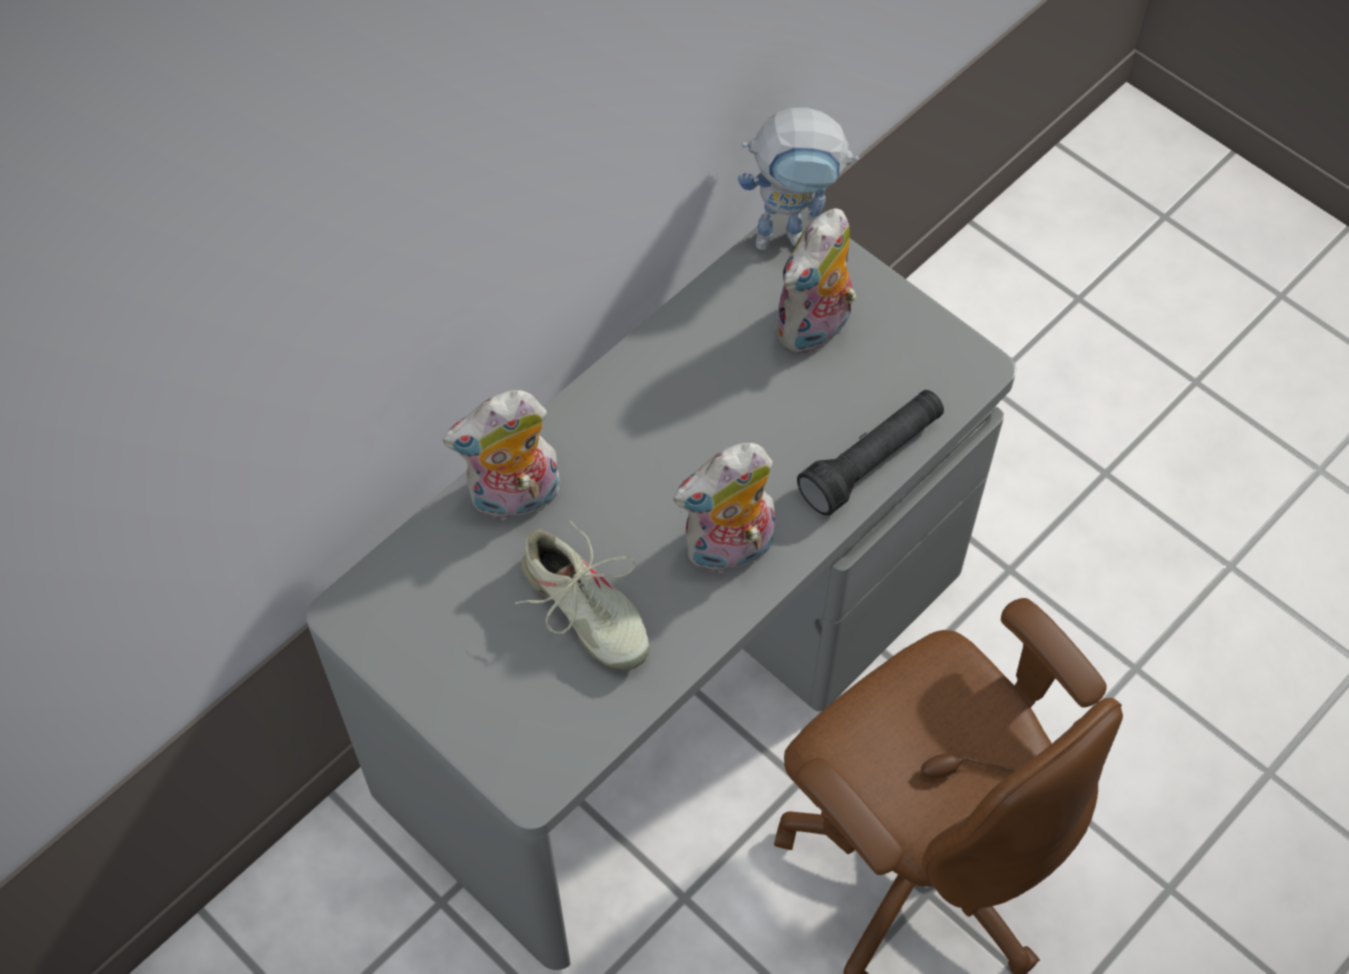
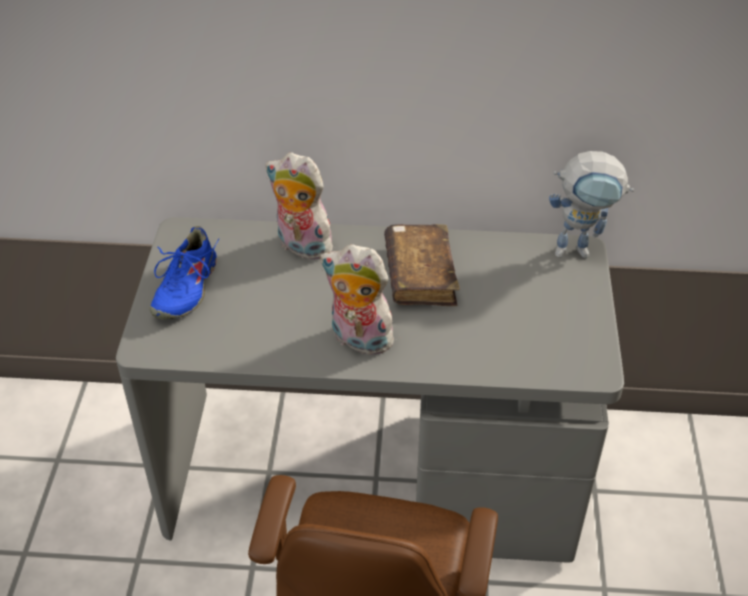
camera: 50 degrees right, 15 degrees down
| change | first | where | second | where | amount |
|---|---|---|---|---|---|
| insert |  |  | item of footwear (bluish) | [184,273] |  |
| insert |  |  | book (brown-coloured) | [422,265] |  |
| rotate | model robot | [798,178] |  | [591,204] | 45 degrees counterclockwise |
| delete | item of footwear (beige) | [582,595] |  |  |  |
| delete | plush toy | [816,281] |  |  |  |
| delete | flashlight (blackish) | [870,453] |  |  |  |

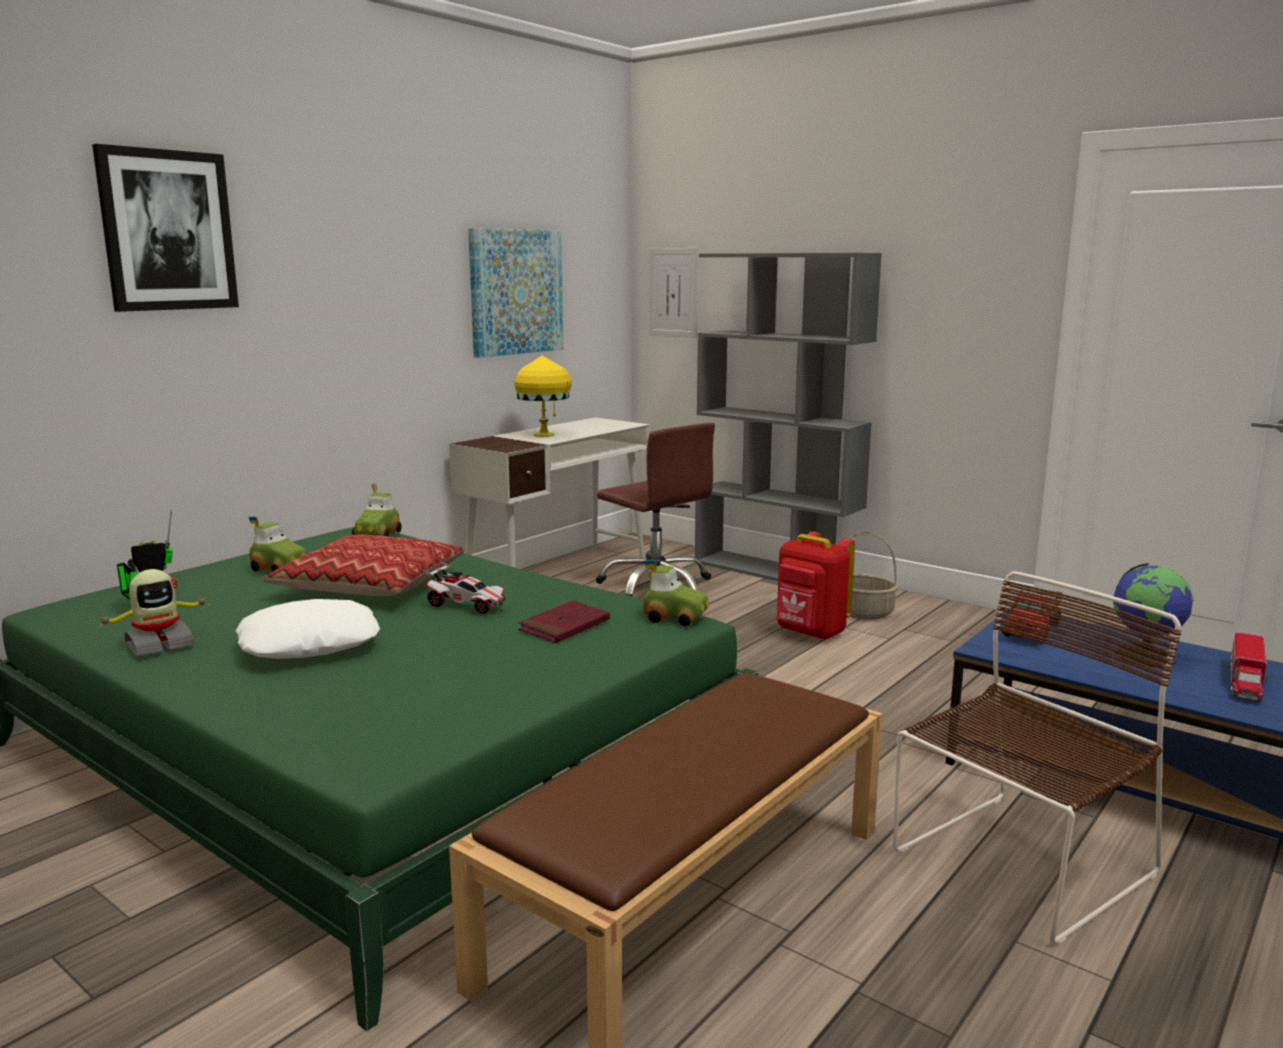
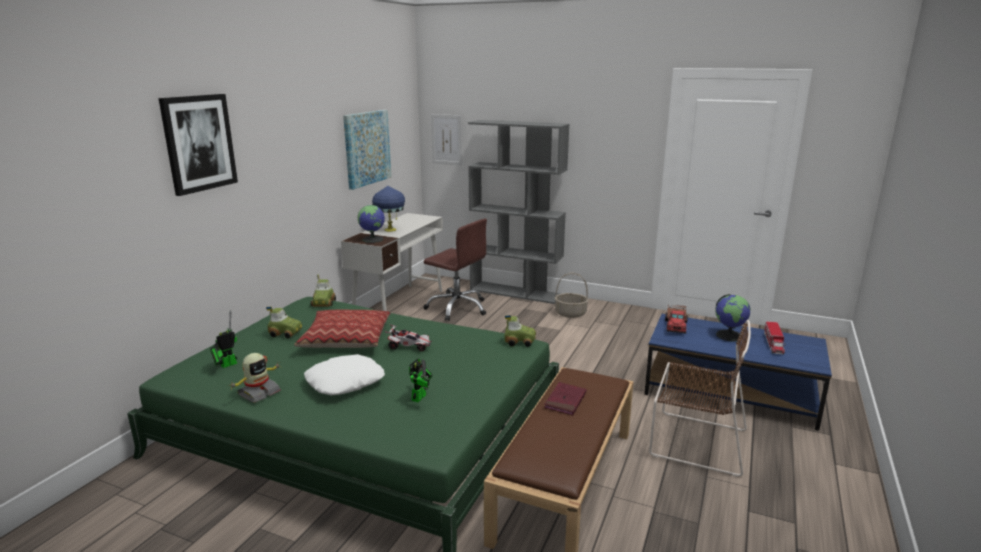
camera: 15 degrees left, 5 degrees up
| change | first | where | second | where | amount |
|---|---|---|---|---|---|
| insert |  |  | globe | [371,223] |  |
| recolor | lamp for a table (yellowish) | [543,396] | lamp for a table (bluish) | [388,209] |  |
| insert |  |  | model robot | [421,380] |  |
| move | book (red) | [564,621] |  | [565,398] |  |
| rotate | chair (brown-coloured) | [1037,758] |  | [700,398] | 75 degrees clockwise |
| delete | knapsack (red) | [815,585] |  |  |  |

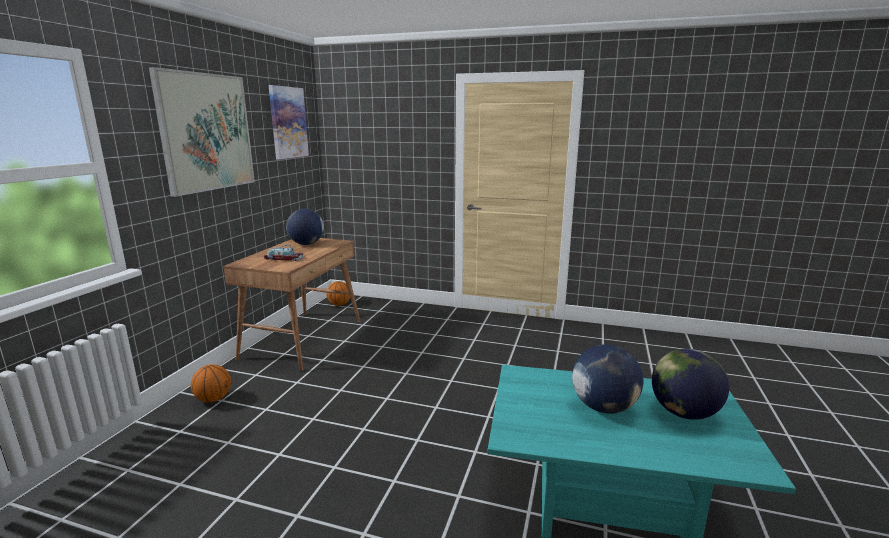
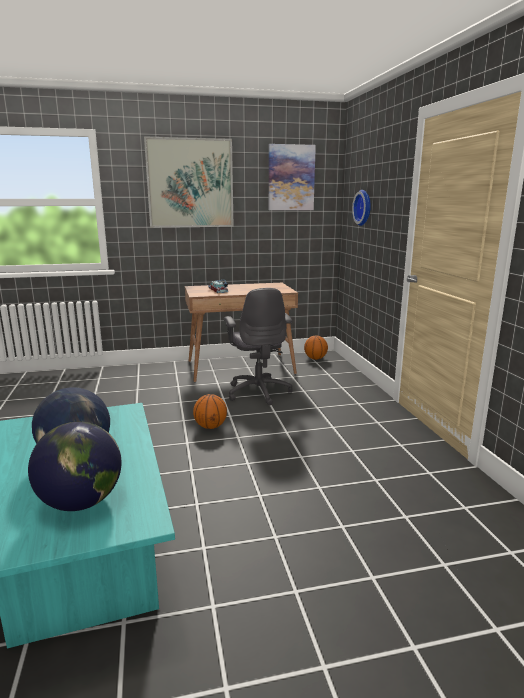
camera: 60 degrees right, 0 degrees up
| change | first | where | second | where | amount |
|---|---|---|---|---|---|
| move | basketball | [211,383] |  | [210,411] |  |
| insert |  |  | computer chair (greyish) | [258,346] |  |
| insert |  |  | hanging clock | [361,208] |  |
| delete | globe | [305,227] |  |  |  |

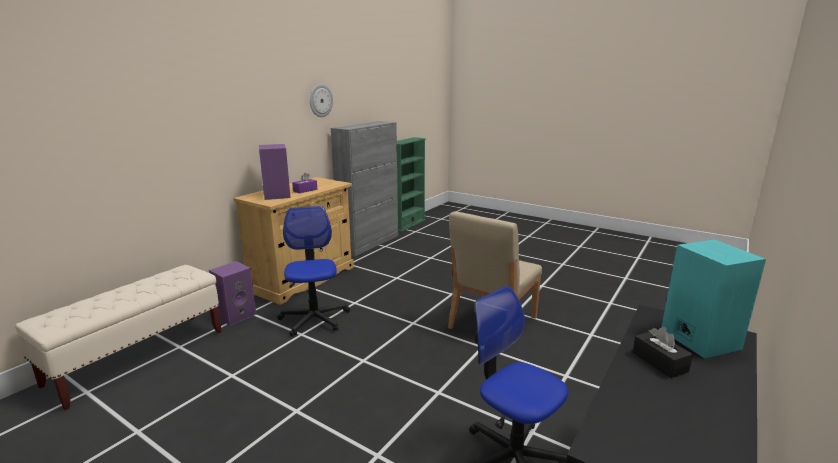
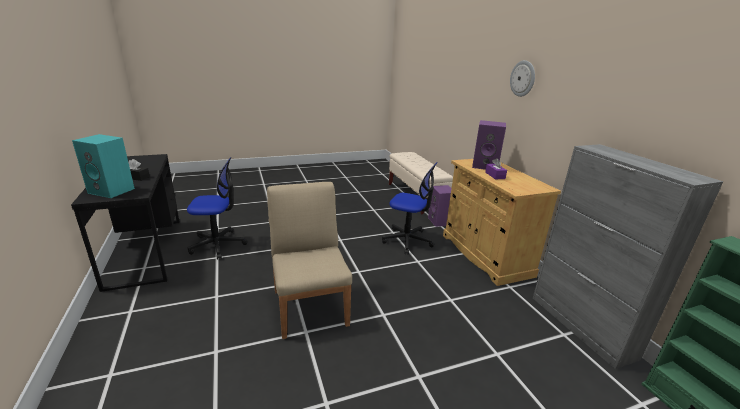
camera: 125 degrees right, 5 degrees up
| change | first | where | second | where | amount |
|---|---|---|---|---|---|
| move | hanging clock | [321,100] |  | [522,78] |  |

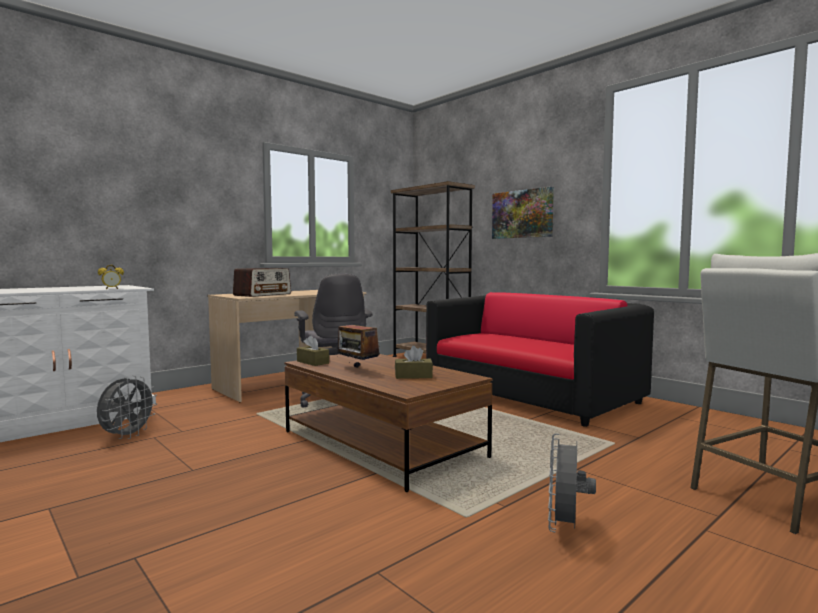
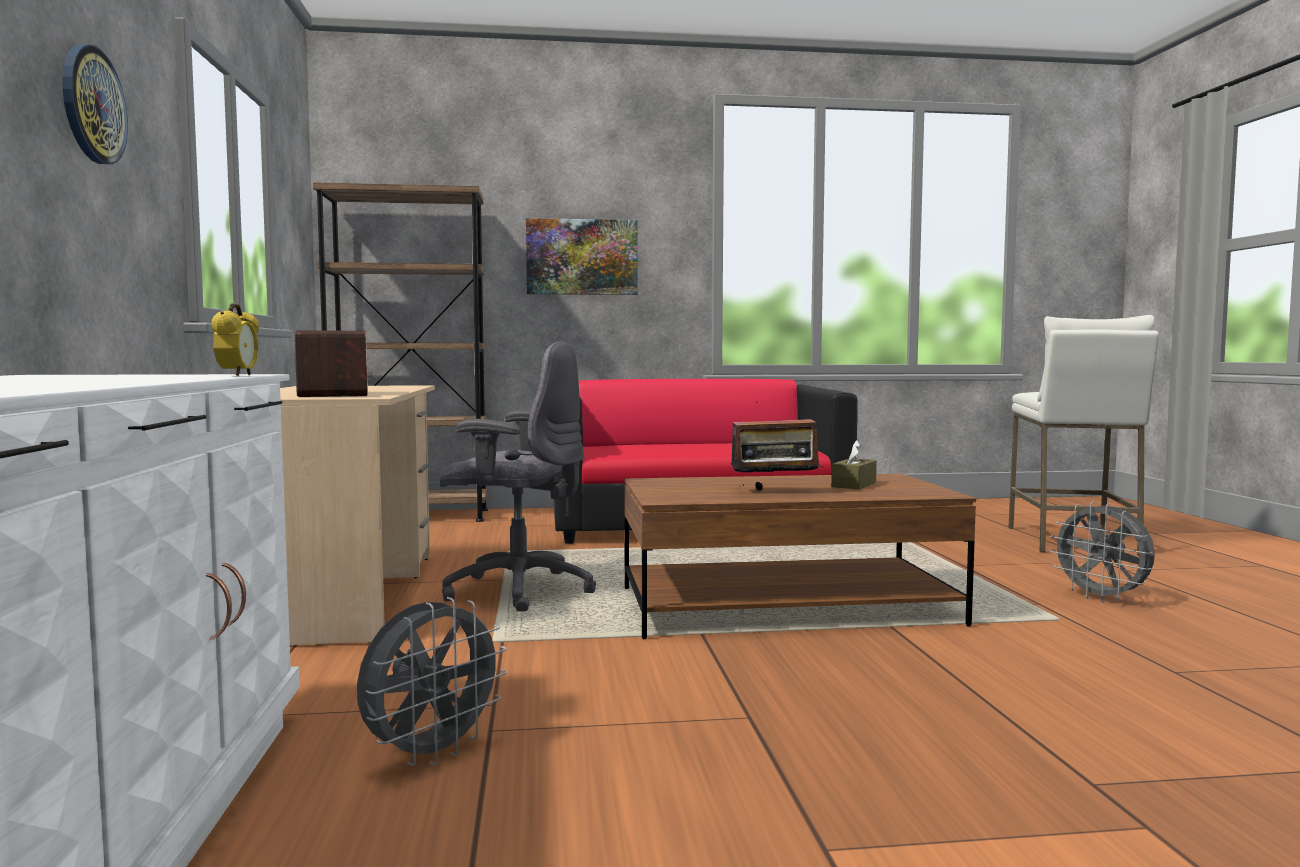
camera: 55 degrees left, 0 degrees up
| change | first | where | second | where | amount |
|---|---|---|---|---|---|
| insert |  |  | hanging clock | [95,104] |  |
| rotate | fan (greyish) | [127,407] |  | [432,681] | 75 degrees clockwise |
| delete | tissue holder (brown-coloured) | [313,350] |  |  |  |

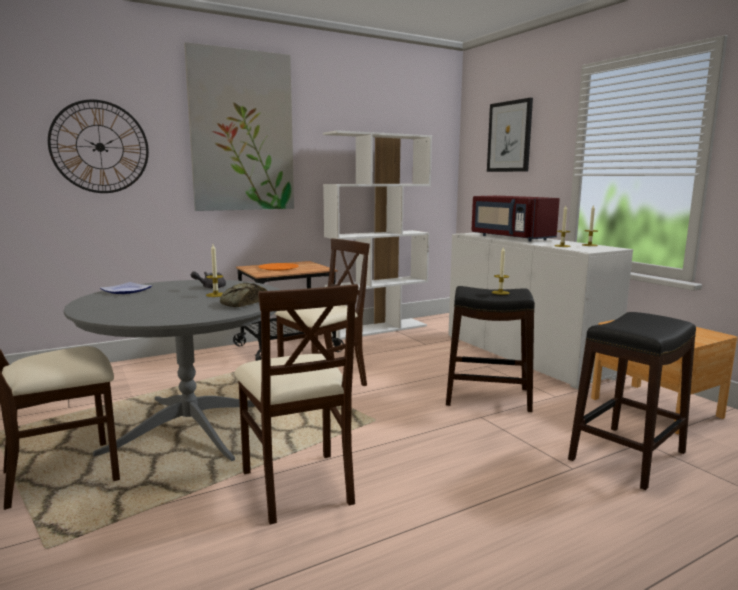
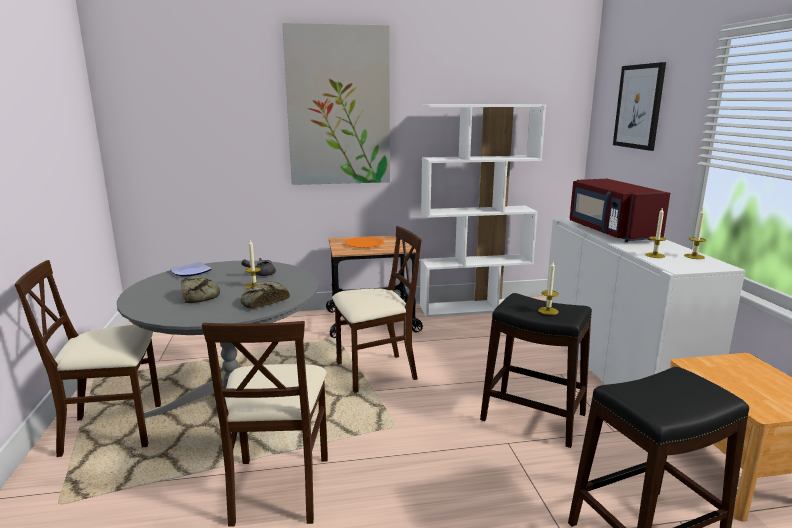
camera: 20 degrees right, 5 degrees up
| change | first | where | second | where | amount |
|---|---|---|---|---|---|
| insert |  |  | bakery bread | [200,290] |  |
| delete | hanging clock | [98,146] |  |  |  |

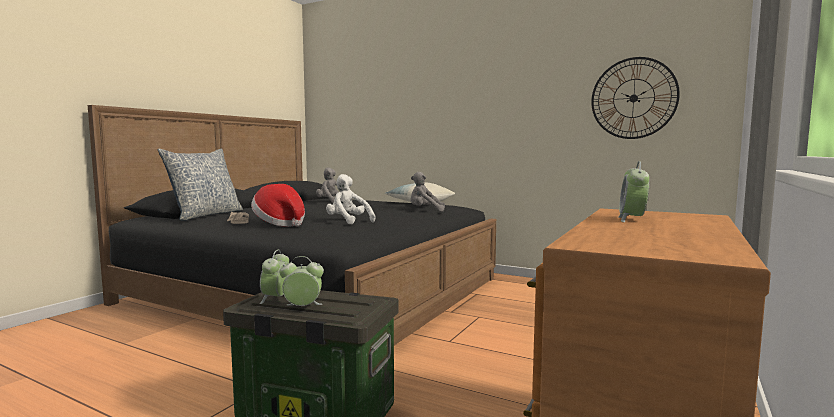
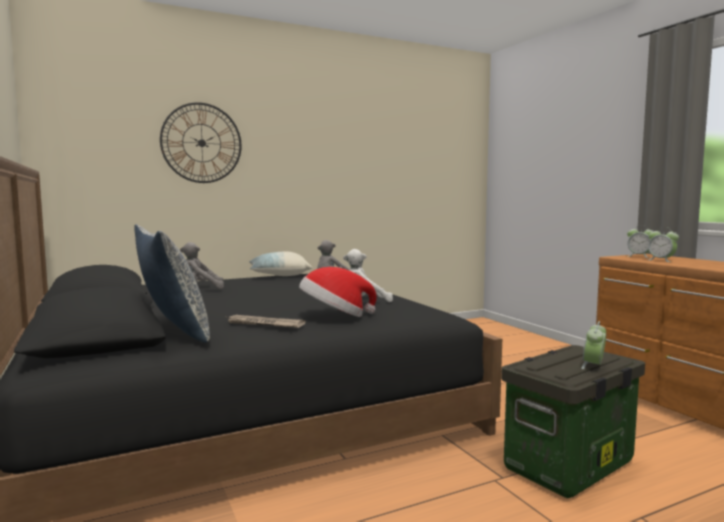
camera: 55 degrees left, 0 degrees up
| change | first | where | second | where | amount |
|---|---|---|---|---|---|
| move | hanging clock | [635,98] |  | [200,142] |  |
| move | table clock | [274,277] |  | [640,241] |  |

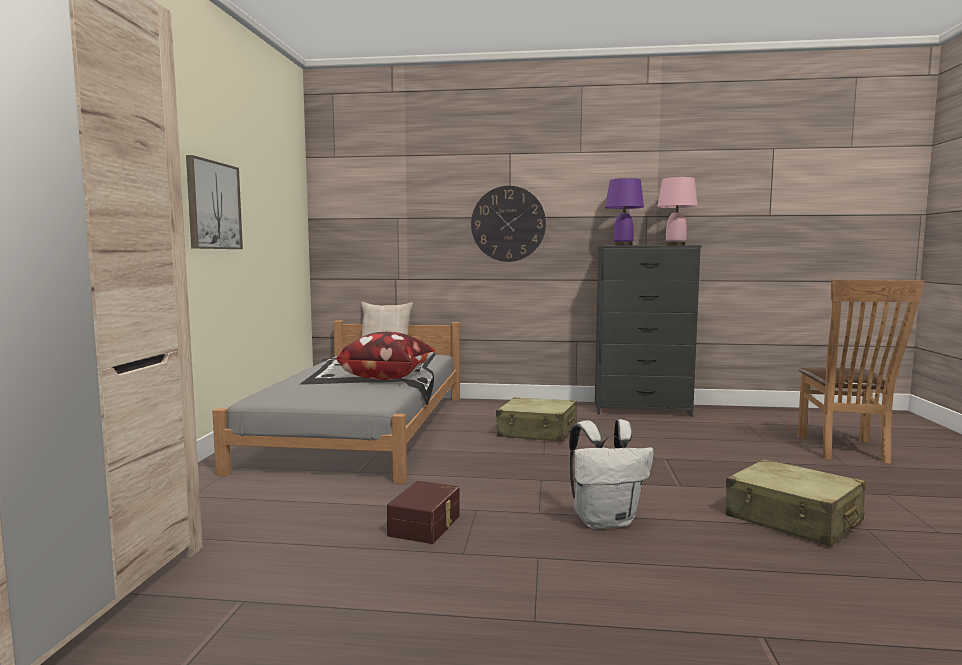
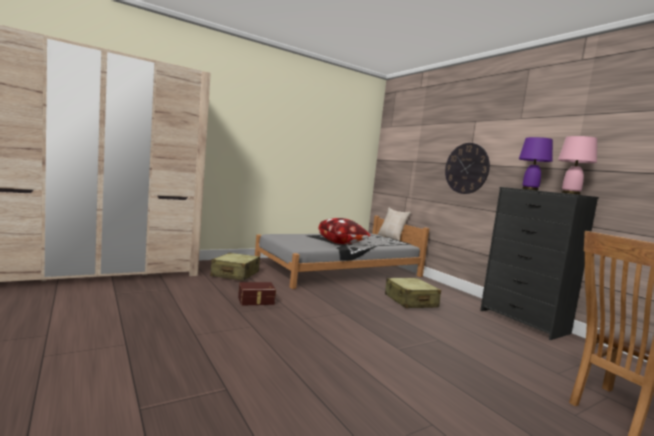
camera: 50 degrees right, 0 degrees up
| change | first | where | second | where | amount |
|---|---|---|---|---|---|
| move | travel case (beige) | [796,502] |  | [235,267] |  |
| delete | wall art | [214,202] |  |  |  |
| delete | knapsack (whitish) | [611,474] |  |  |  |

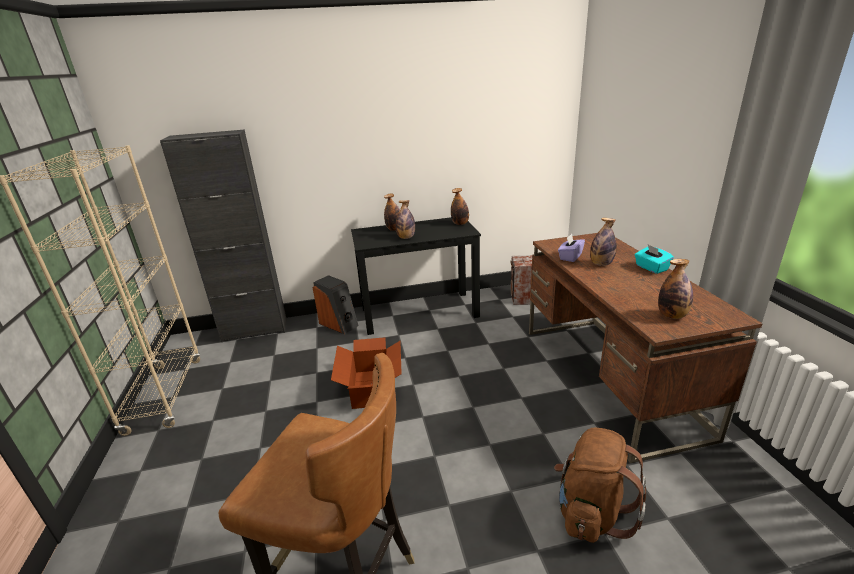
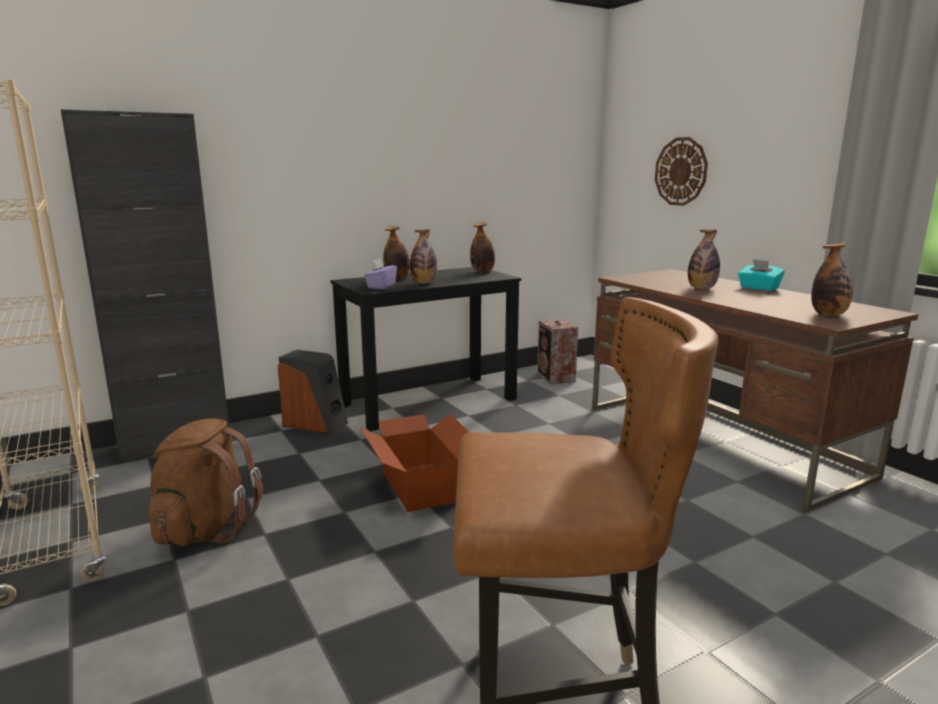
camera: 20 degrees left, 10 degrees down
| change | first | where | second | where | amount |
|---|---|---|---|---|---|
| move | knapsack (brown-coloured) | [600,485] |  | [205,482] |  |
| move | tissue holder (purple-coloured) | [571,248] |  | [380,274] |  |
| insert |  |  | hanging clock | [681,171] |  |

